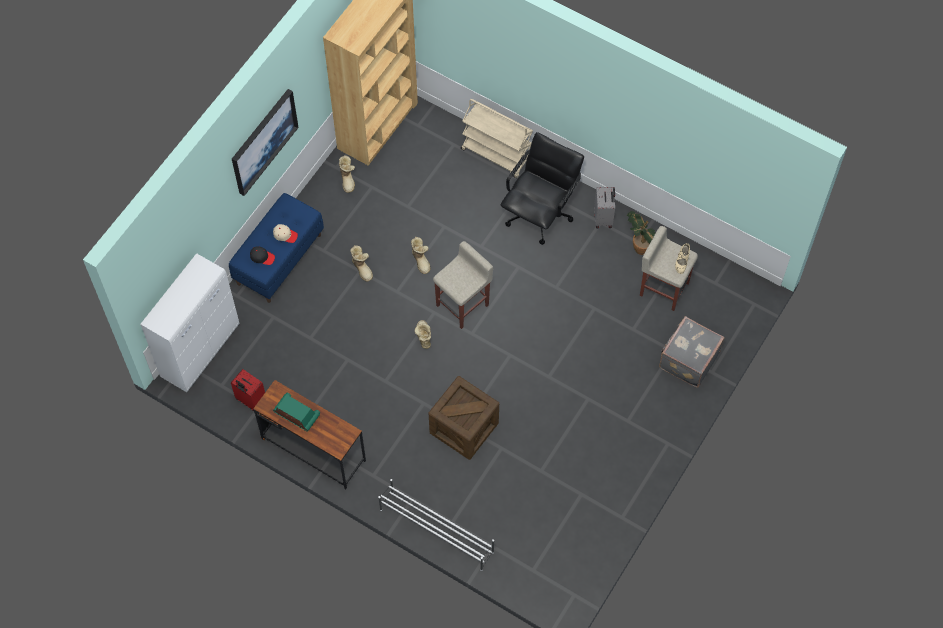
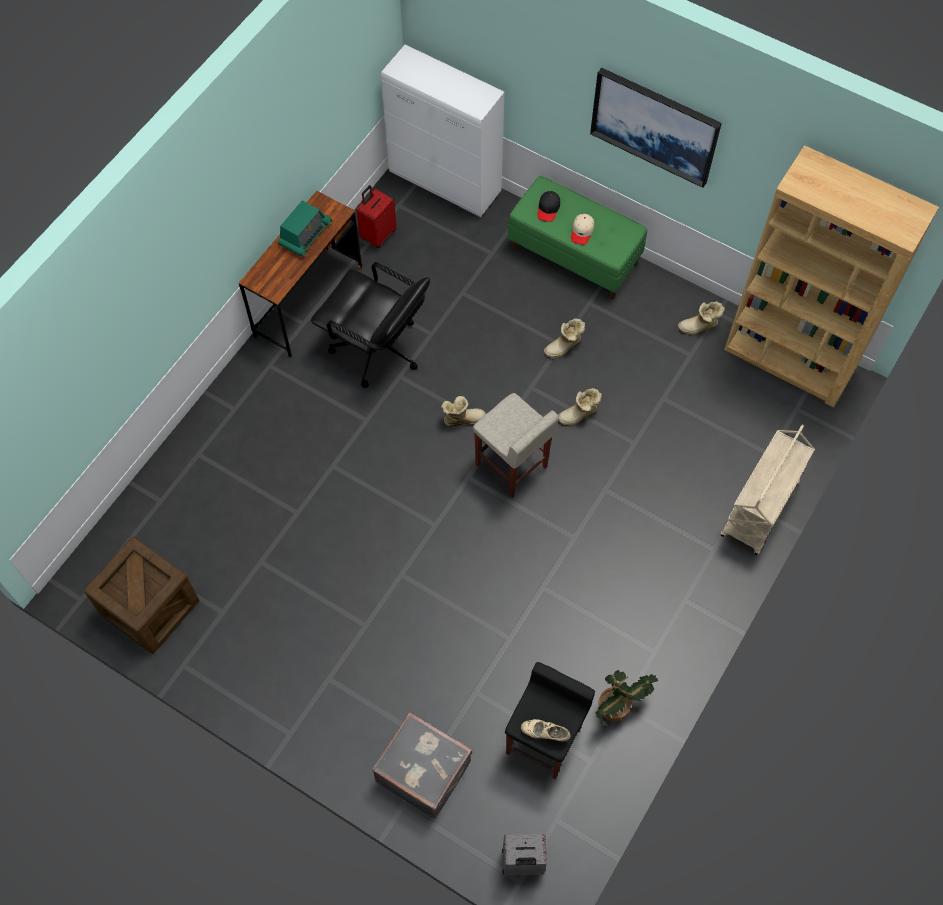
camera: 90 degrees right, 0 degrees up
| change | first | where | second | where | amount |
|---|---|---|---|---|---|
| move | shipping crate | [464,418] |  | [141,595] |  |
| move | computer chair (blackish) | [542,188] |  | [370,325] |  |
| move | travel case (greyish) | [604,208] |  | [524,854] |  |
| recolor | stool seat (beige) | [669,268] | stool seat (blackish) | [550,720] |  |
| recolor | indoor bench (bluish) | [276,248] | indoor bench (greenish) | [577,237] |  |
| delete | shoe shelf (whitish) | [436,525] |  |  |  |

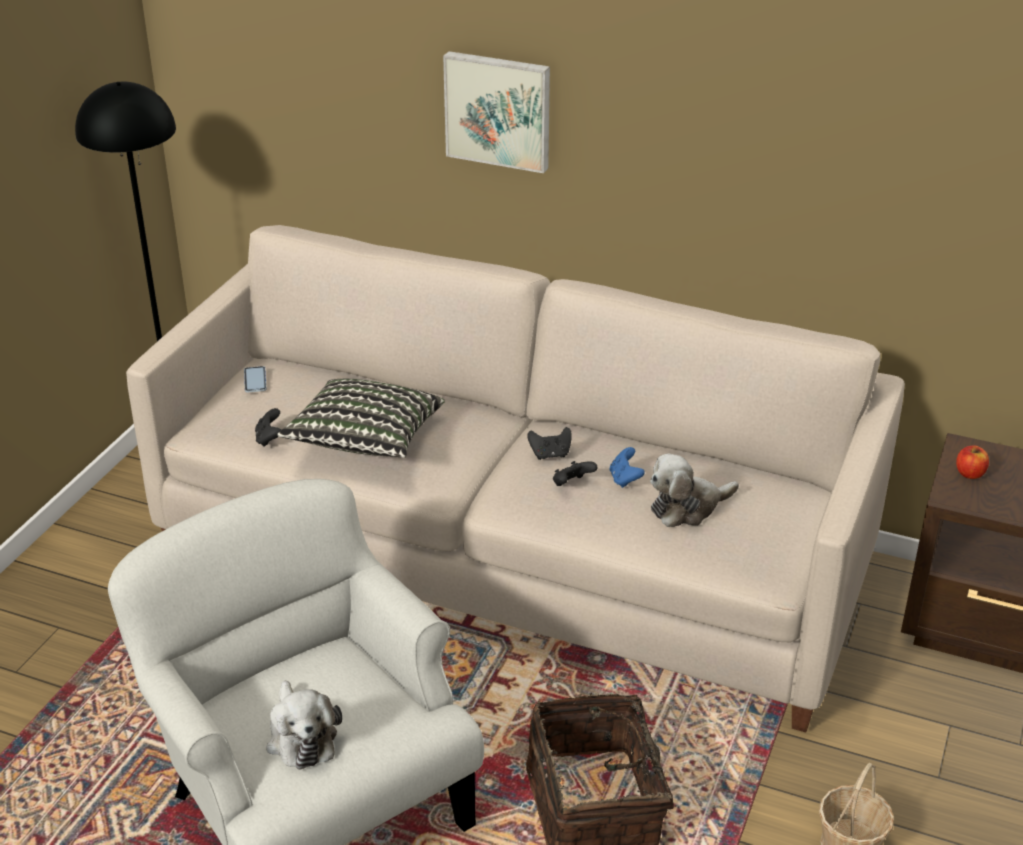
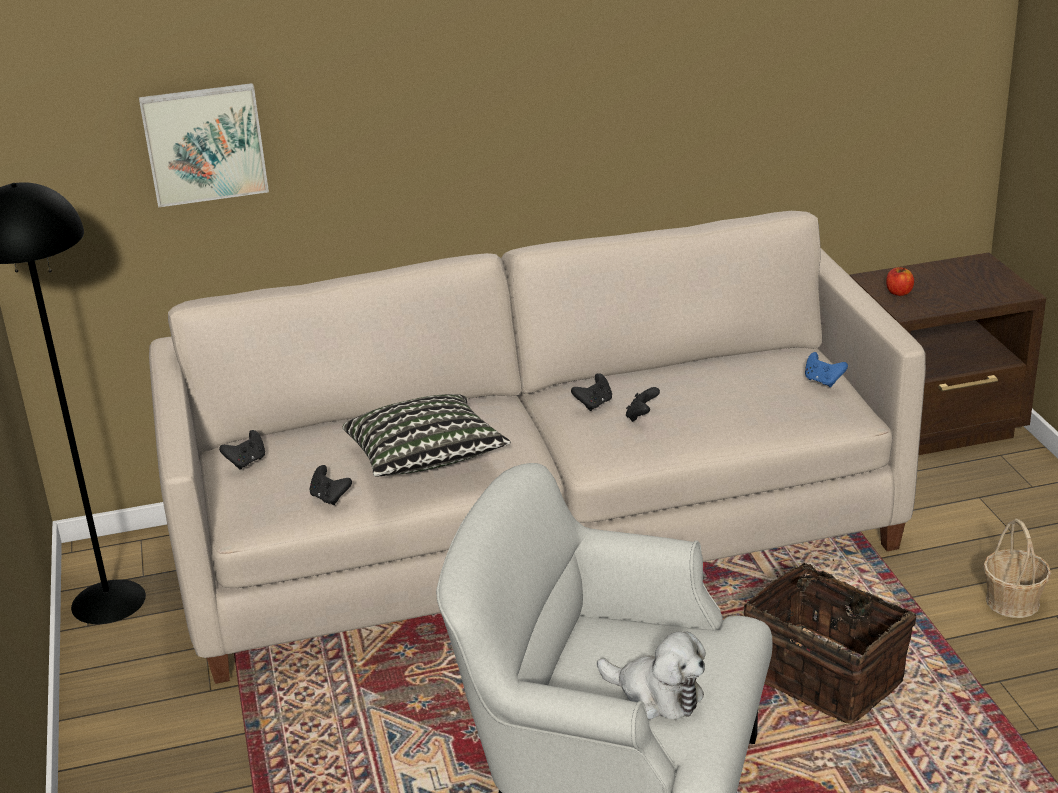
camera: 35 degrees left, 5 degrees down
| change | first | where | second | where | amount |
|---|---|---|---|---|---|
| move | wall art | [496,112] |  | [204,145] |  |
| replace | handset | [255,379] | joypad (blackish) | [242,449] |  |
| move | joypad (bluish) | [627,467] |  | [826,369] |  |
| delete | plush toy | [694,490] |  |  |  |

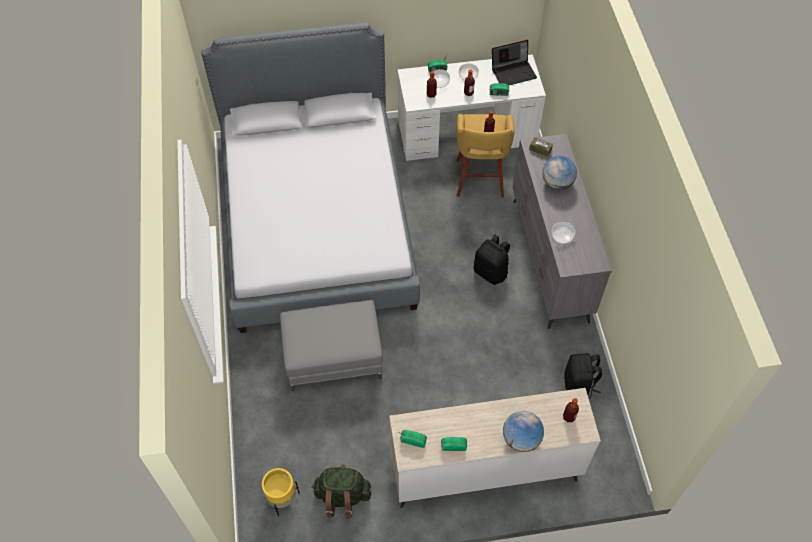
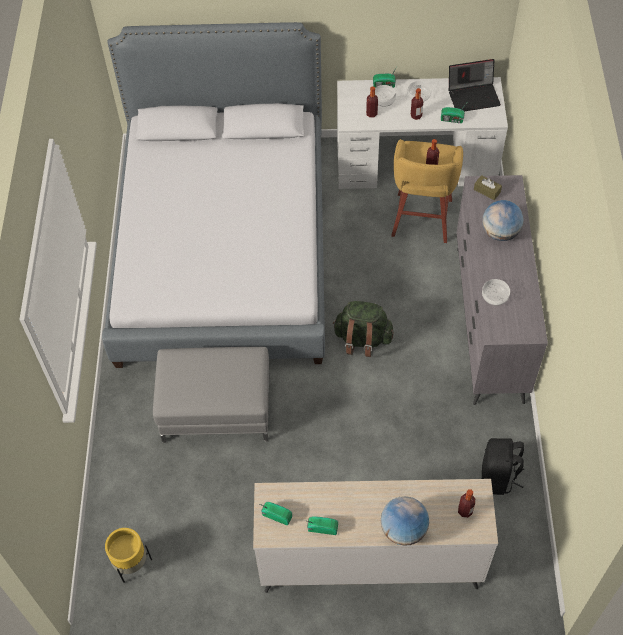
camera: 10 degrees right, 0 degrees up
| change | first | where | second | where | amount |
|---|---|---|---|---|---|
| move | knapsack (greenish) | [342,491] |  | [363,329] |  |
| delete | knapsack (blackish) | [492,260] |  |  |  |

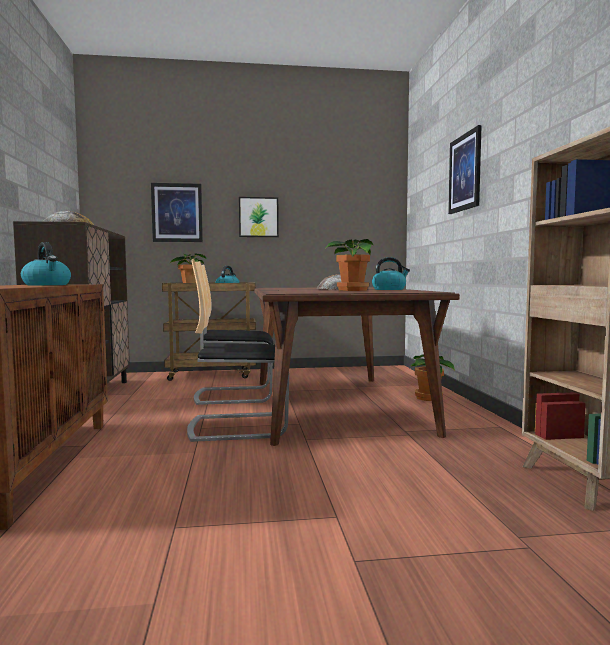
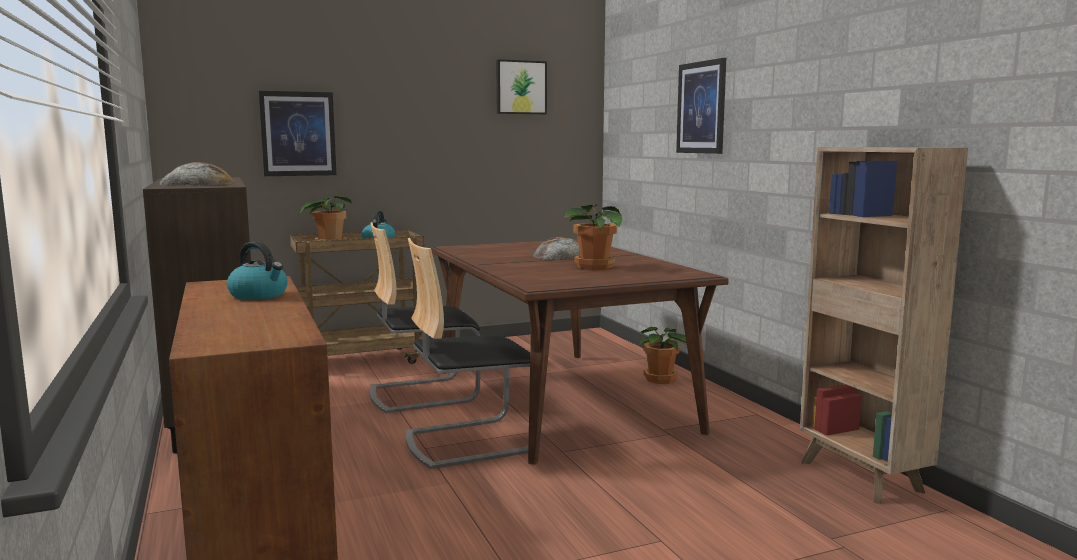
camera: 15 degrees left, 5 degrees up
| change | first | where | second | where | amount |
|---|---|---|---|---|---|
| move | wall art | [259,217] |  | [521,86] |  |
| delete | kettle | [391,273] |  |  |  |

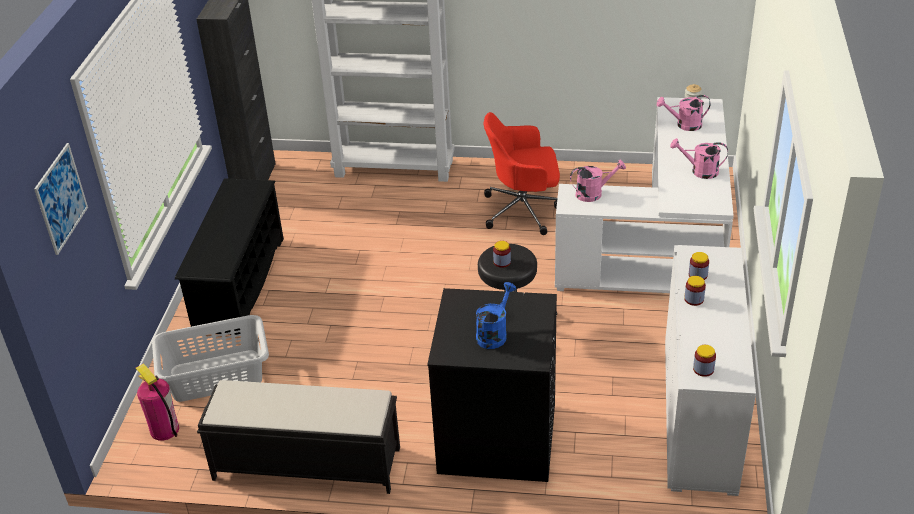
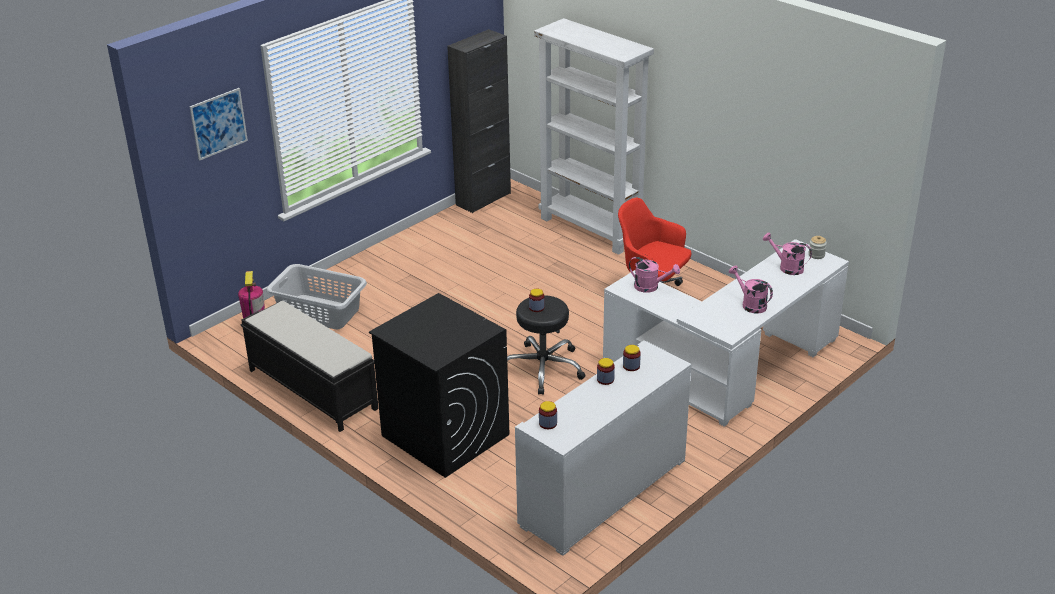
camera: 35 degrees right, 5 degrees down
| change | first | where | second | where | amount |
|---|---|---|---|---|---|
| delete | shoe shelf (blackish) | [229,256] |  |  |  |
| delete | sprinkling can (bluish) | [496,315] |  |  |  |

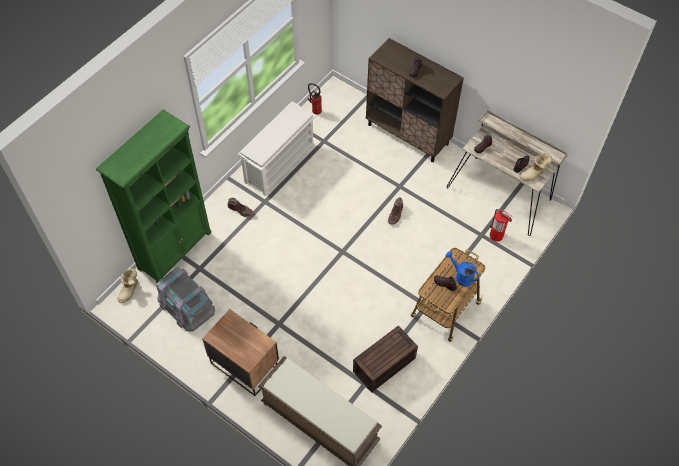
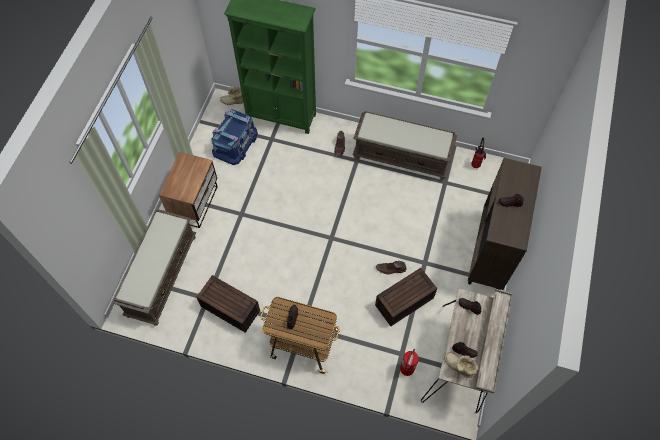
camera: 70 degrees right, 5 degrees up
| change | first | where | second | where | amount |
|---|---|---|---|---|---|
| recolor | storage bin (greyish) | [185,299] | storage bin (bluish) | [234,137] |  |
| replace | shoe shelf (whitish) | [277,148] | indoor bench (brown-coloured) | [405,145] |  |
| insert |  |  | storage bin (brown-coloured) | [406,297] |  |
| delete | sprinkling can (bluish) | [462,269] |  |  |  |

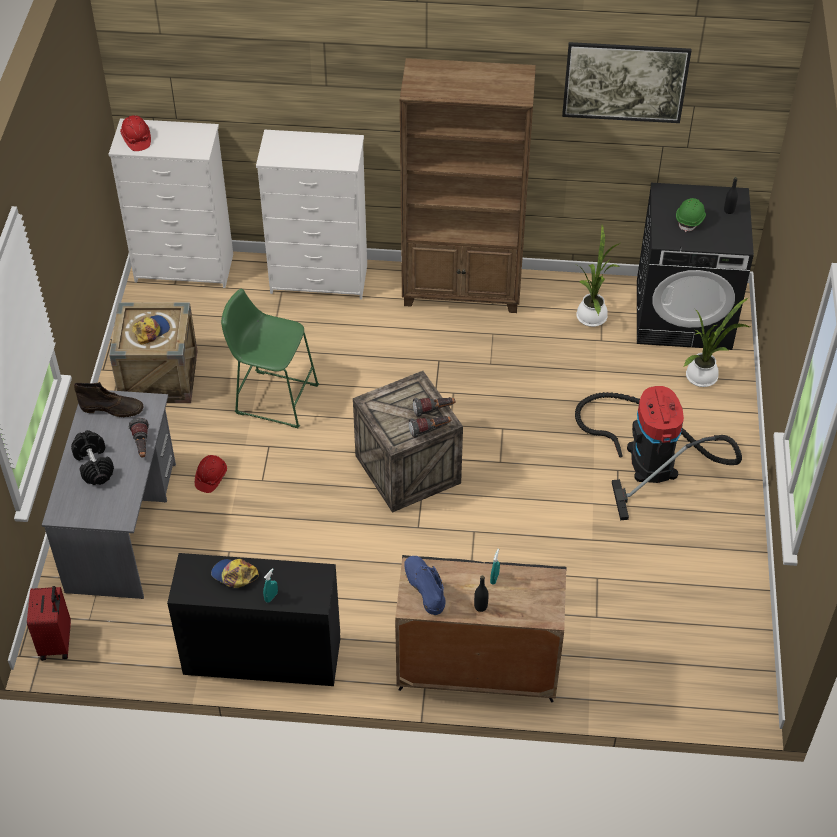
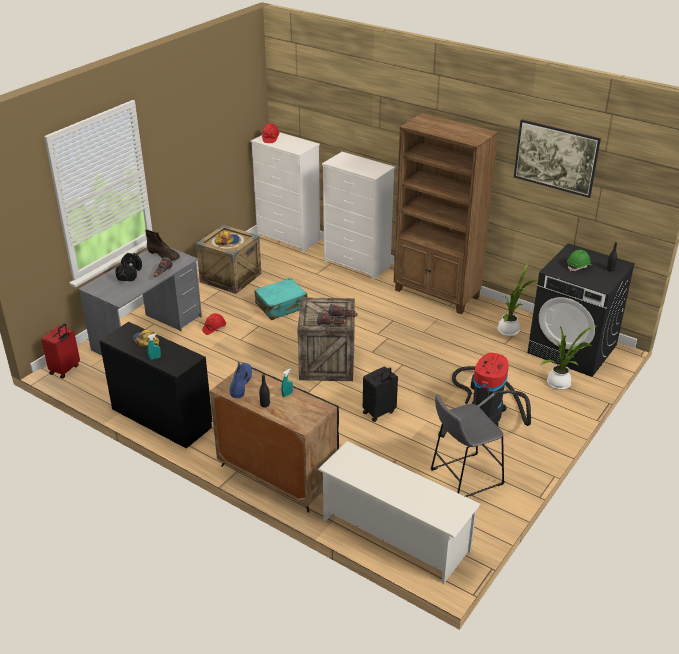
camera: 30 degrees right, 15 degrees down
| change | first | where | second | where | amount |
|---|---|---|---|---|---|
| replace | stool seat (greenish) | [270,358] | travel case (turquoise) | [280,299] |  |
| insert |  |  | shoe shelf (whitish) | [399,512] |  |
| insert |  |  | travel case (blackish) | [380,394] |  |
| insert |  |  | stool seat (greyish) | [467,445] |  |

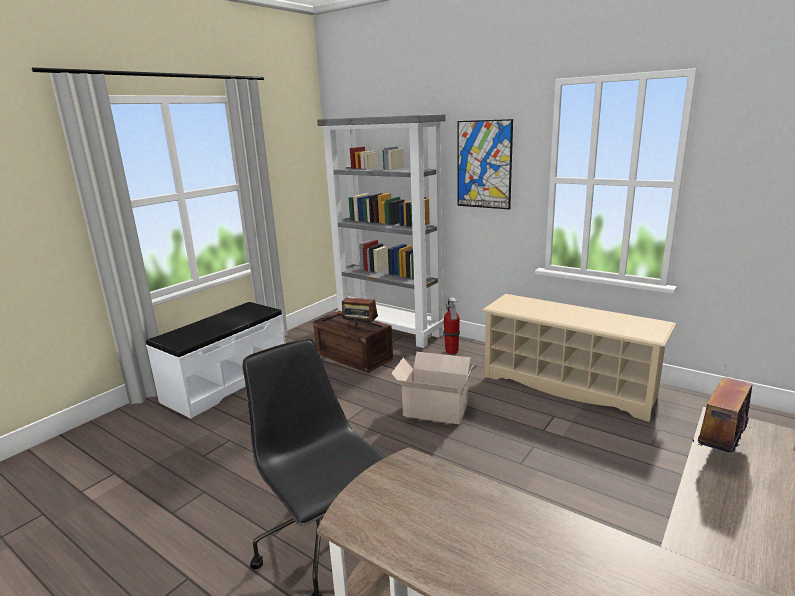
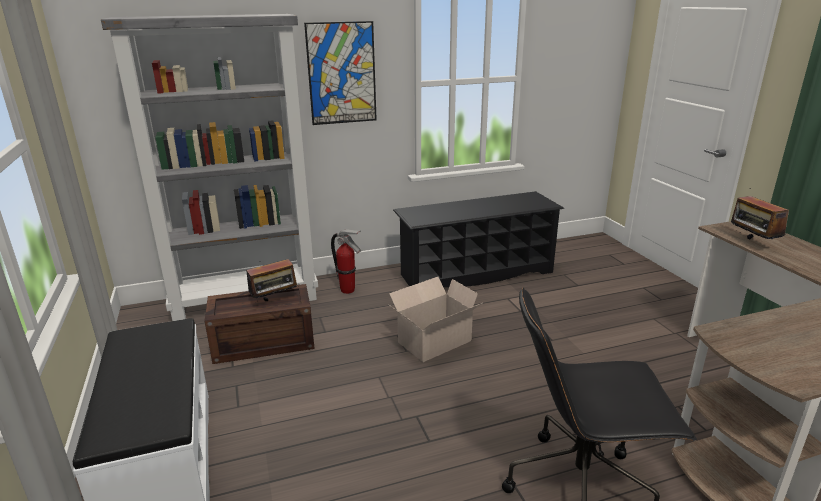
camera: 55 degrees left, 5 degrees up
| change | first | where | second | where | amount |
|---|---|---|---|---|---|
| recolor | shoe shelf (beige) | [579,358] | shoe shelf (blackish) | [478,239] |  |

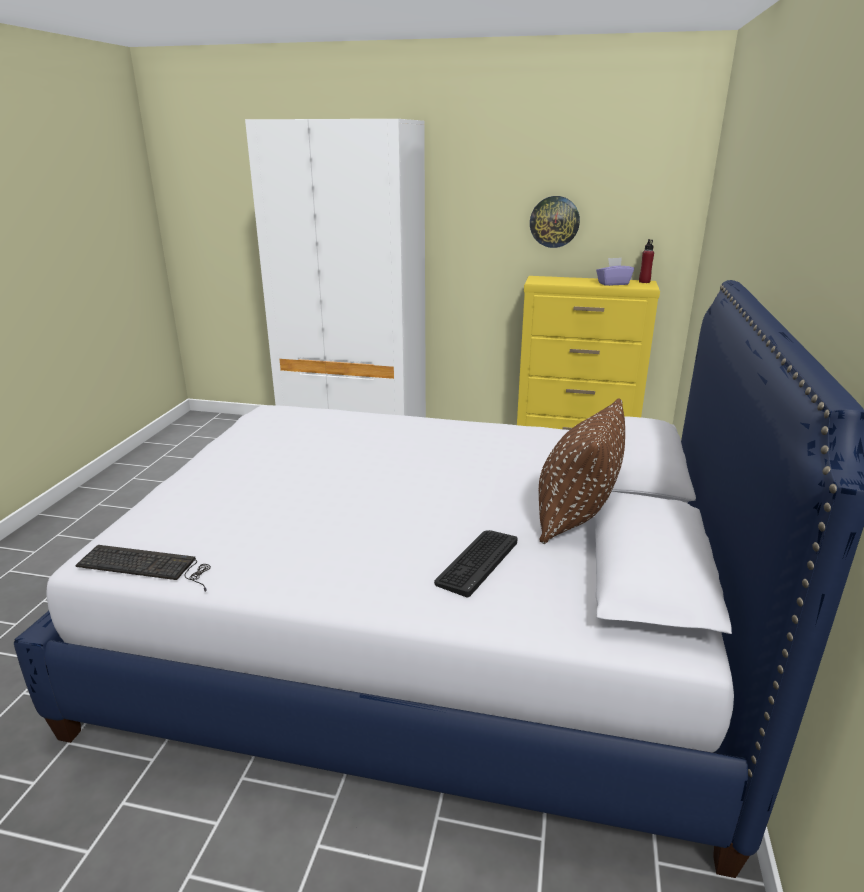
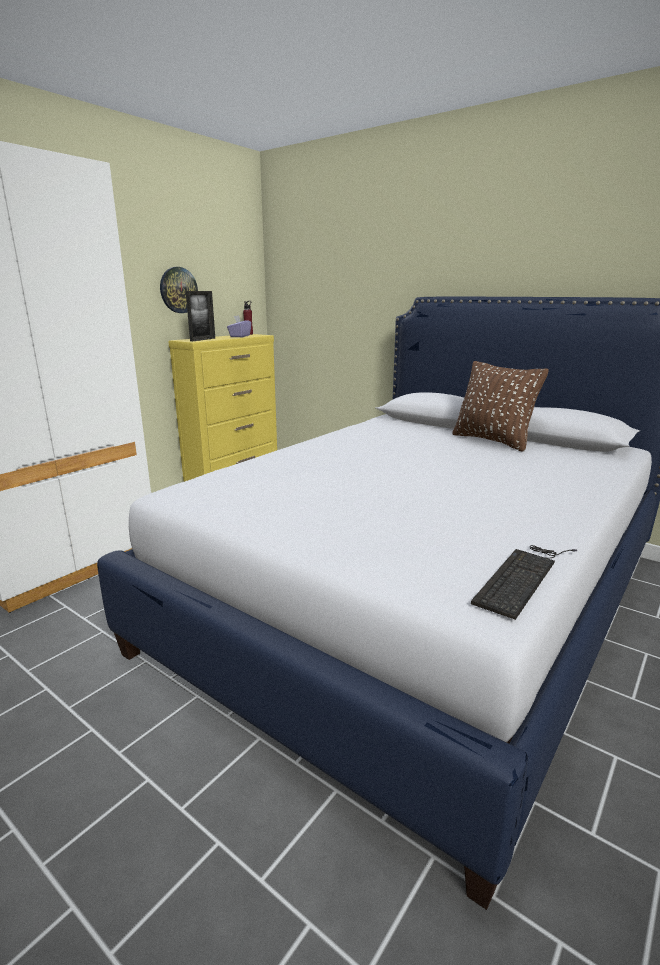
camera: 65 degrees left, 5 degrees down
| change | first | where | second | where | amount |
|---|---|---|---|---|---|
| insert |  |  | picture frame | [200,316] |  |
| delete | computer keyboard | [475,564] |  |  |  |

